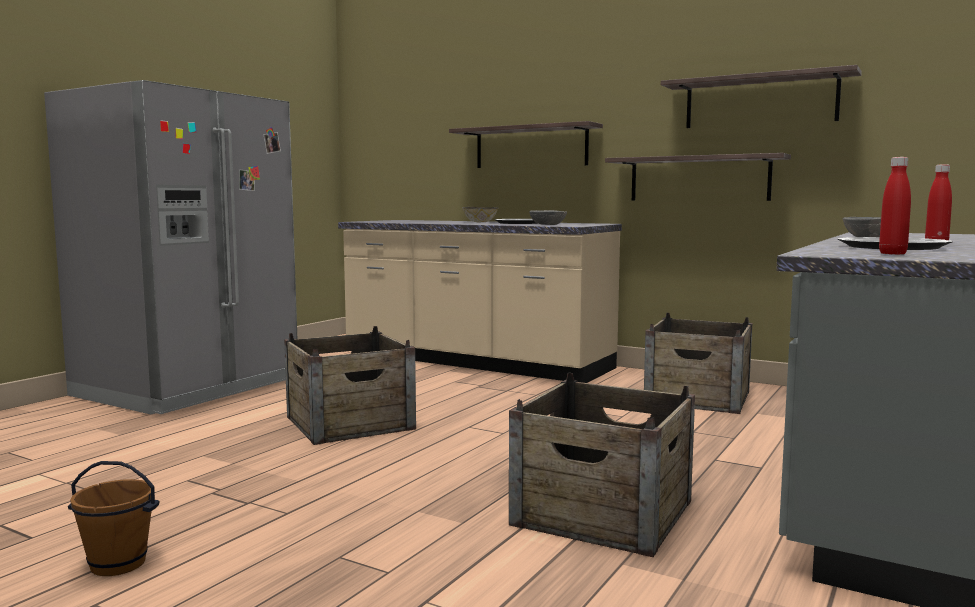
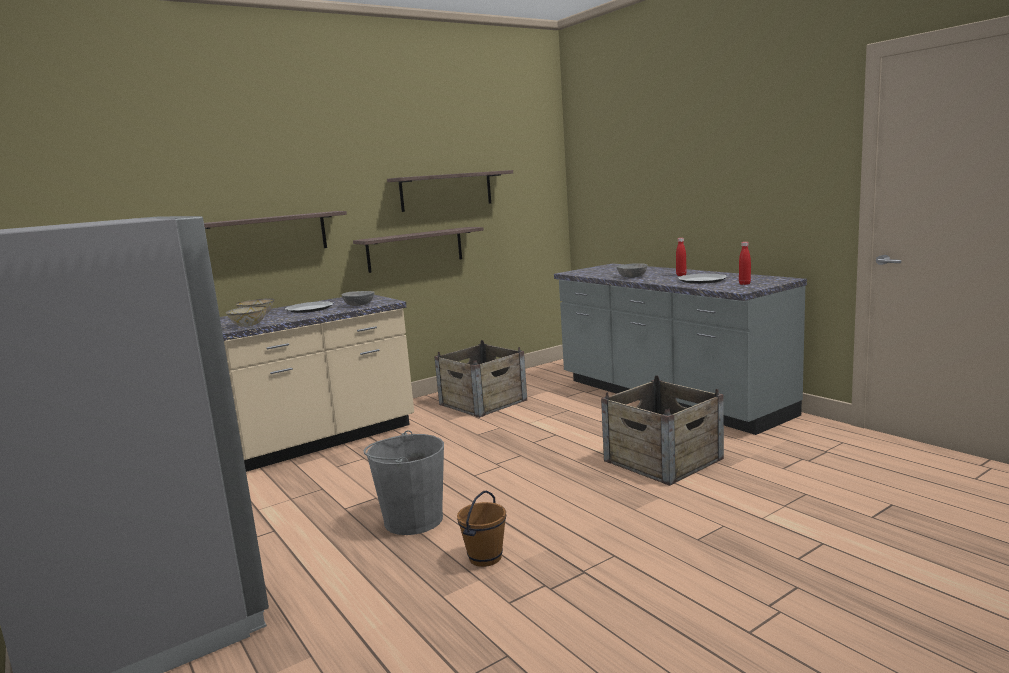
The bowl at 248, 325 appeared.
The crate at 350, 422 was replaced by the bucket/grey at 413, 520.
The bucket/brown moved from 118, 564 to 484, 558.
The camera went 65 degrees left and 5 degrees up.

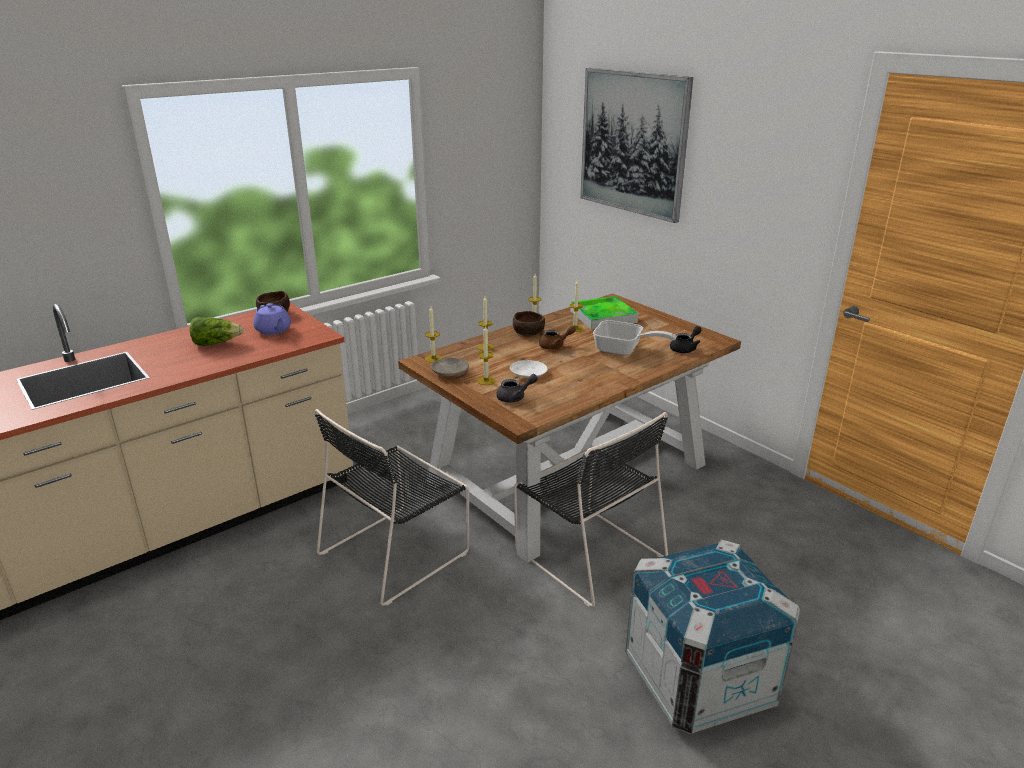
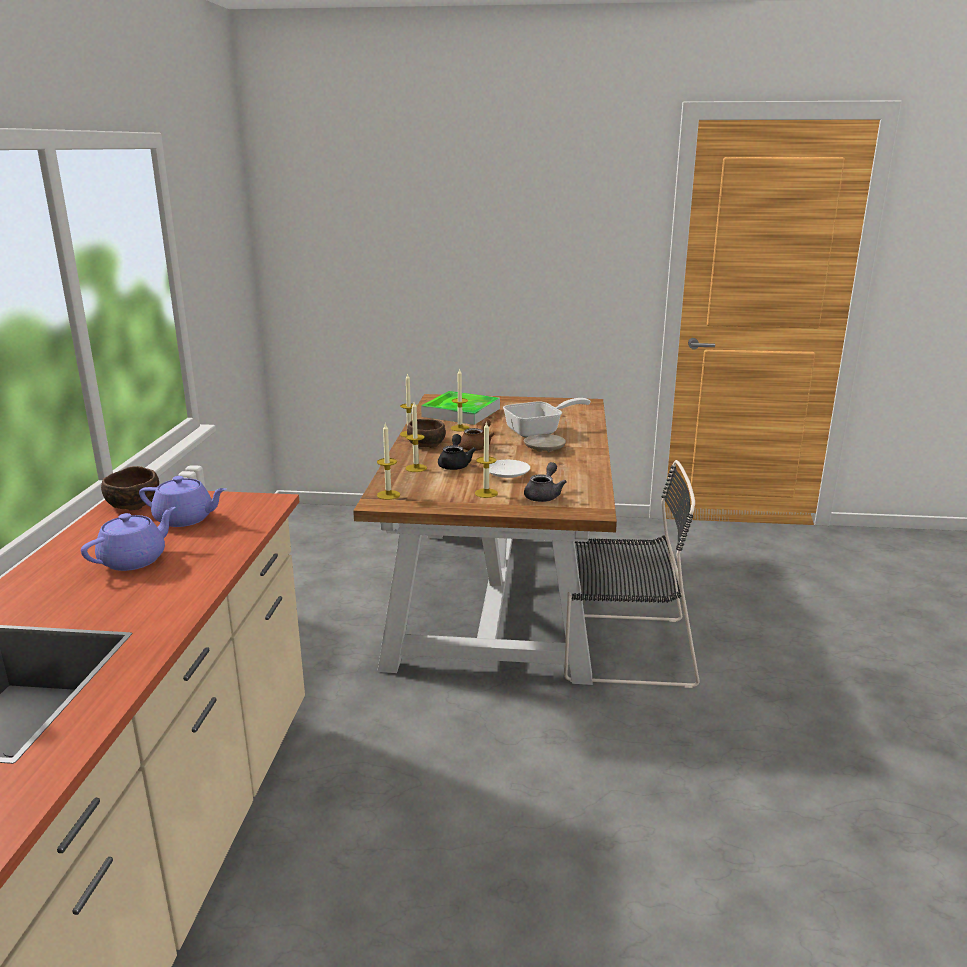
The lettuce at 216, 343 was replaced by the teapot/purple at 134, 560.
The teapot/black moved from 685, 349 to 455, 464.
The plate/beige moved from 450, 372 to 544, 449.
The chair/black at 397, 551 disappeared.
The picture at 633, 143 disappeared.
The crate at 699, 680 disappeared.
The camera went 45 degrees left and 5 degrees down.

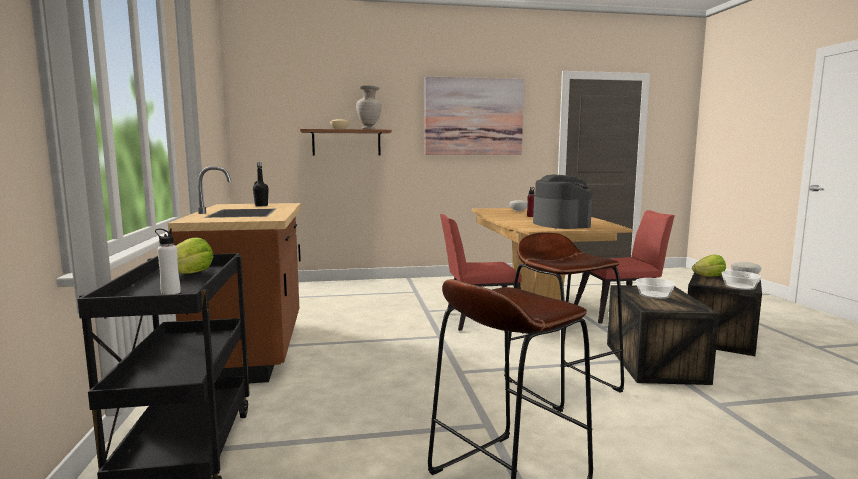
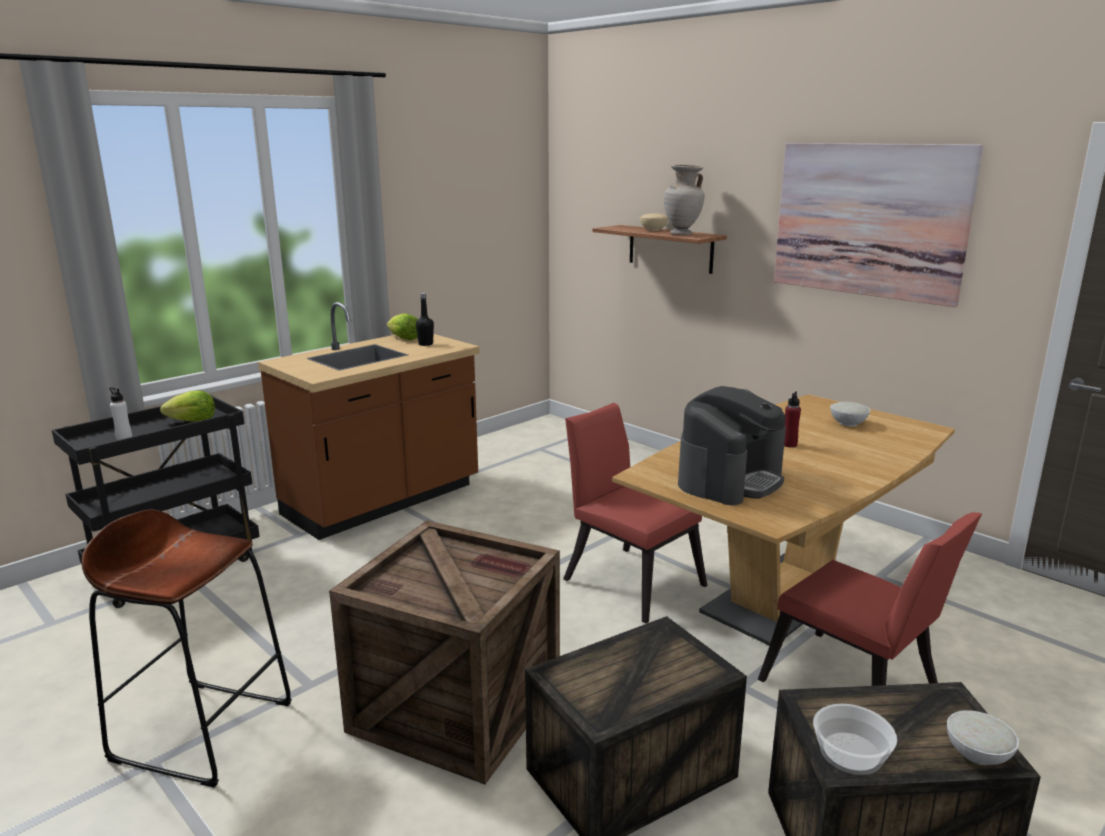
The stool/brown at 562, 385 was replaced by the crate at 460, 706.
The lettuce moved from 708, 276 to 404, 339.
The bowl at 654, 295 disappeared.
The camera went 55 degrees right and 10 degrees up.

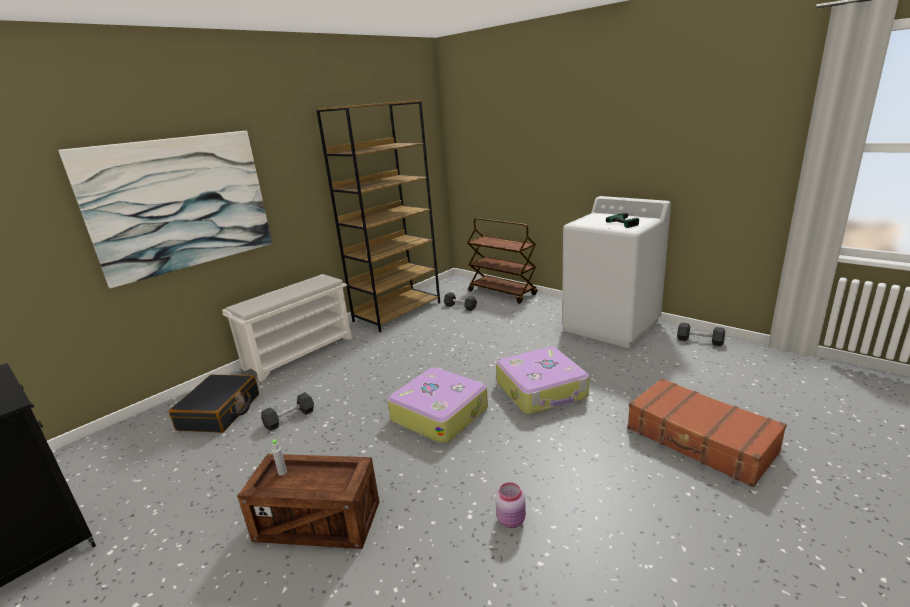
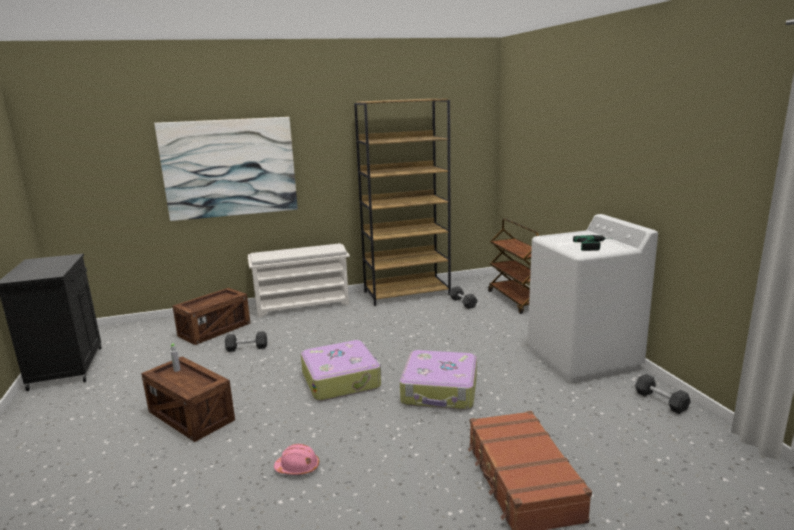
The suitcase/black at 220, 412 was replaced by the crate at 215, 330.
The jar/pink at 512, 520 was replaced by the hard hat/pink at 297, 468.
The camera went 30 degrees right and 5 degrees down.

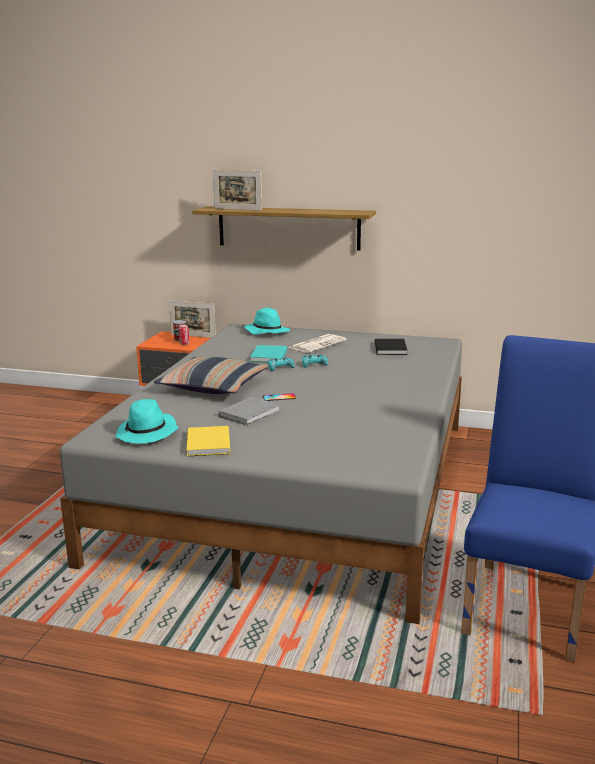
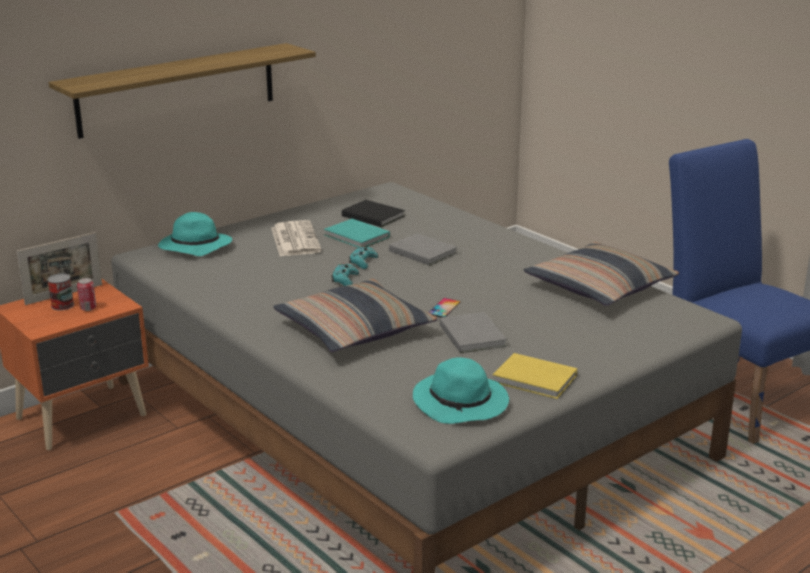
The book/turquoise moved from 268, 356 to 357, 237.
The book/grey at 422, 251 appeared.
The pillow at 599, 288 appeared.
The picture frame at 237, 209 disappeared.
The camera went 55 degrees left and 5 degrees up.

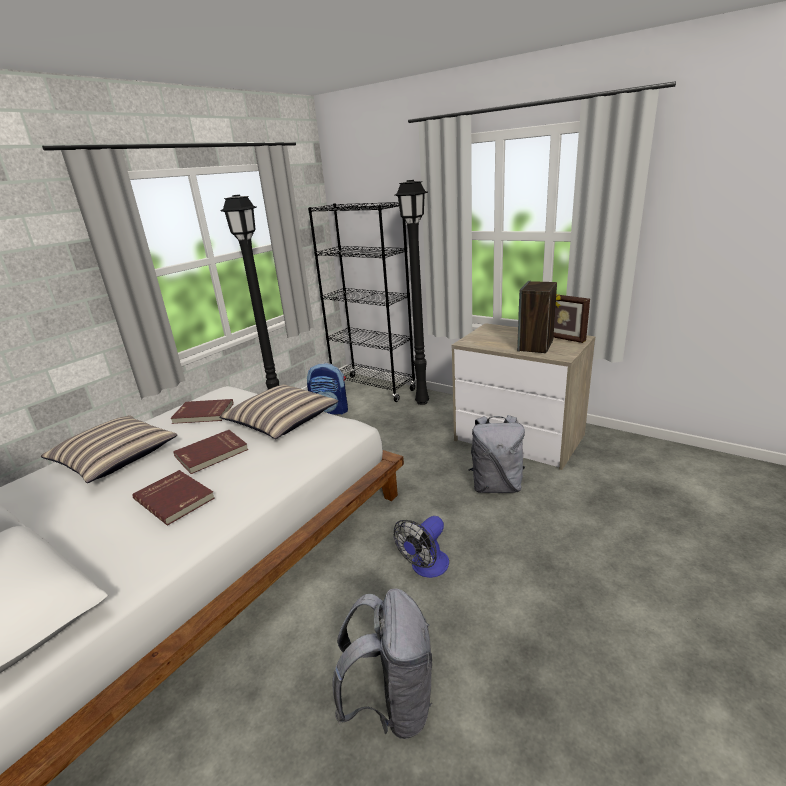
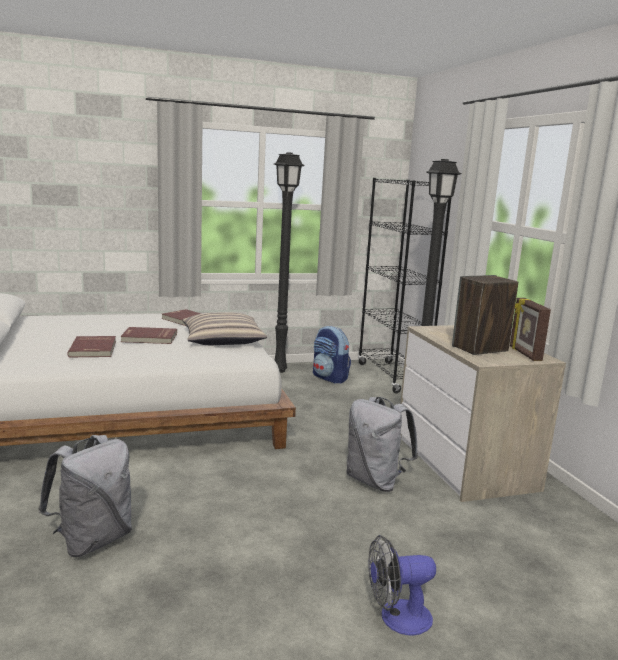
The fan moved from 426, 568 to 397, 618.
The pillow at 115, 457 disappeared.
The camera went 35 degrees right and 10 degrees down.

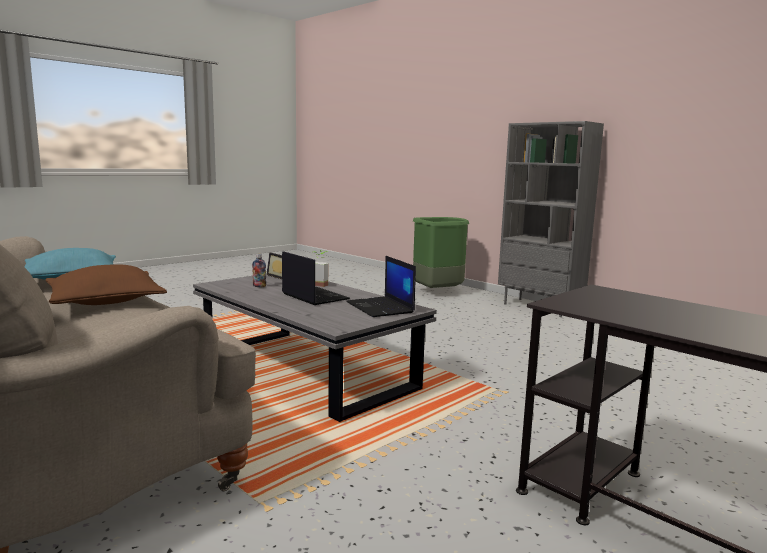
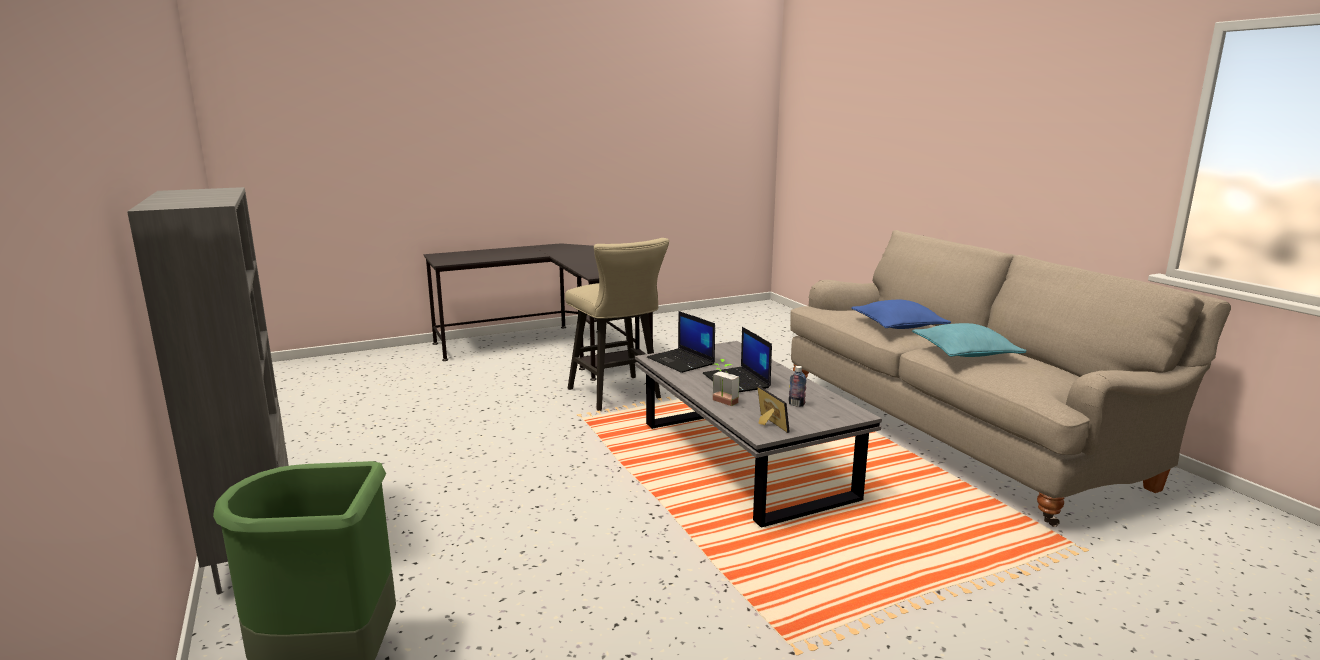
The stool/beige at 618, 395 appeared.
The laptop at 381, 307 turned 150 degrees clockwise.
The pillow/brown at 105, 301 became the pillow/blue at 898, 325.
The camera went 160 degrees left and 5 degrees up.

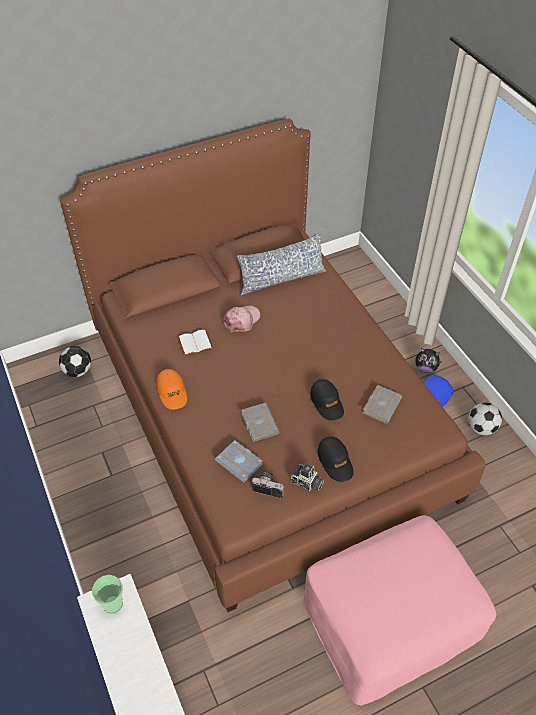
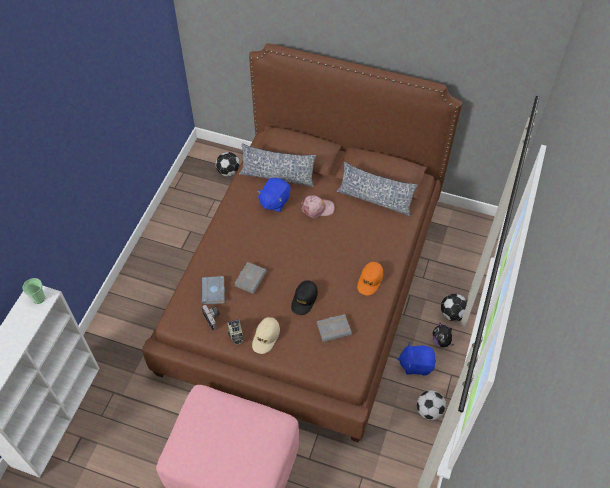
The pillow at 277, 176 appeared.
The cap/black at 335, 461 became the cap/beige at 266, 337.
The book/white at 195, 342 was replaced by the plush toy/blue at 274, 201.
The cap/orange moved from 172, 392 to 370, 280.
The football at 453, 314 appeared.
The camera went 45 degrees right and 5 degrees up.

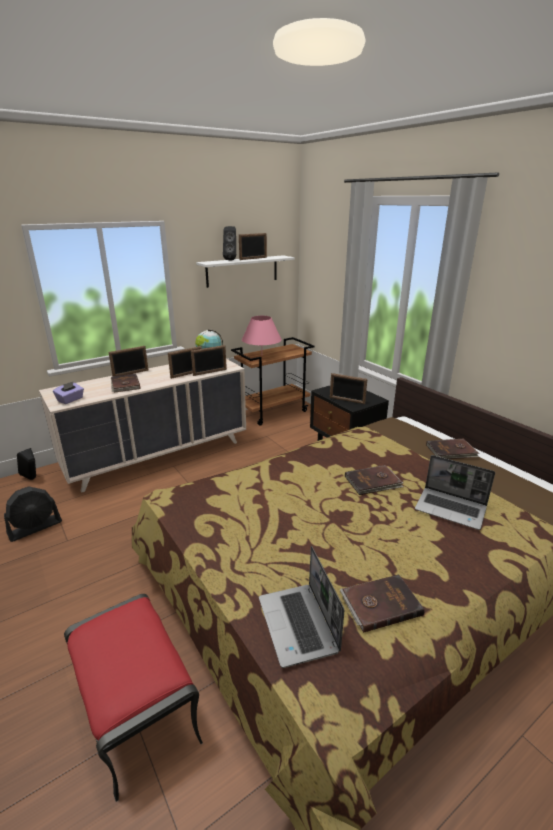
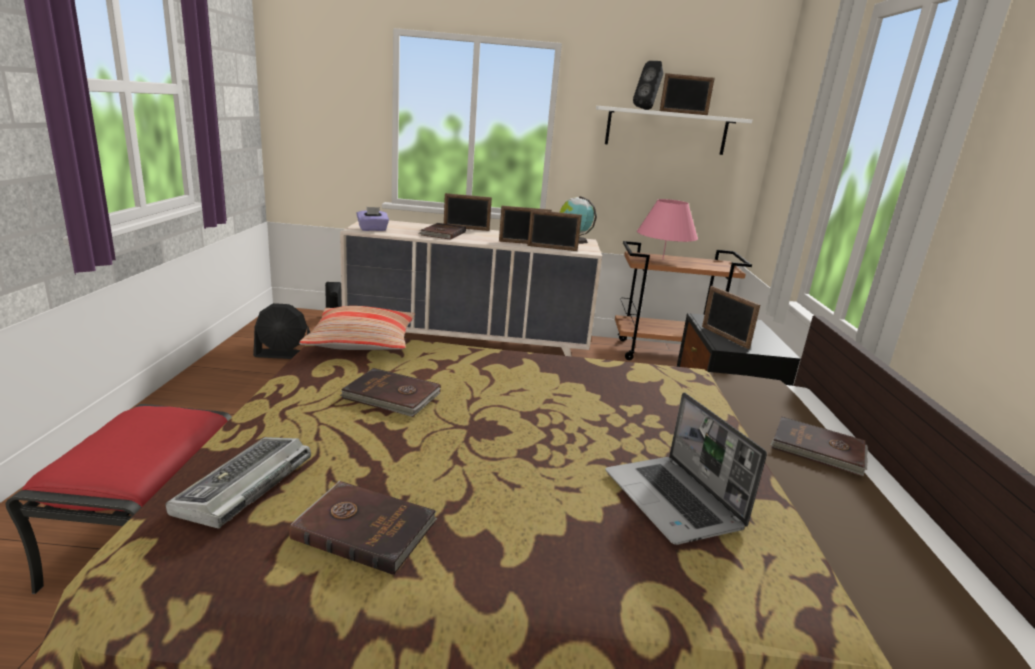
The laptop at 299, 625 was replaced by the keyboard at 243, 488.
The pillow at 362, 341 appeared.
The book/brown moved from 373, 482 to 392, 396.
The camera went 35 degrees right and 5 degrees down.

